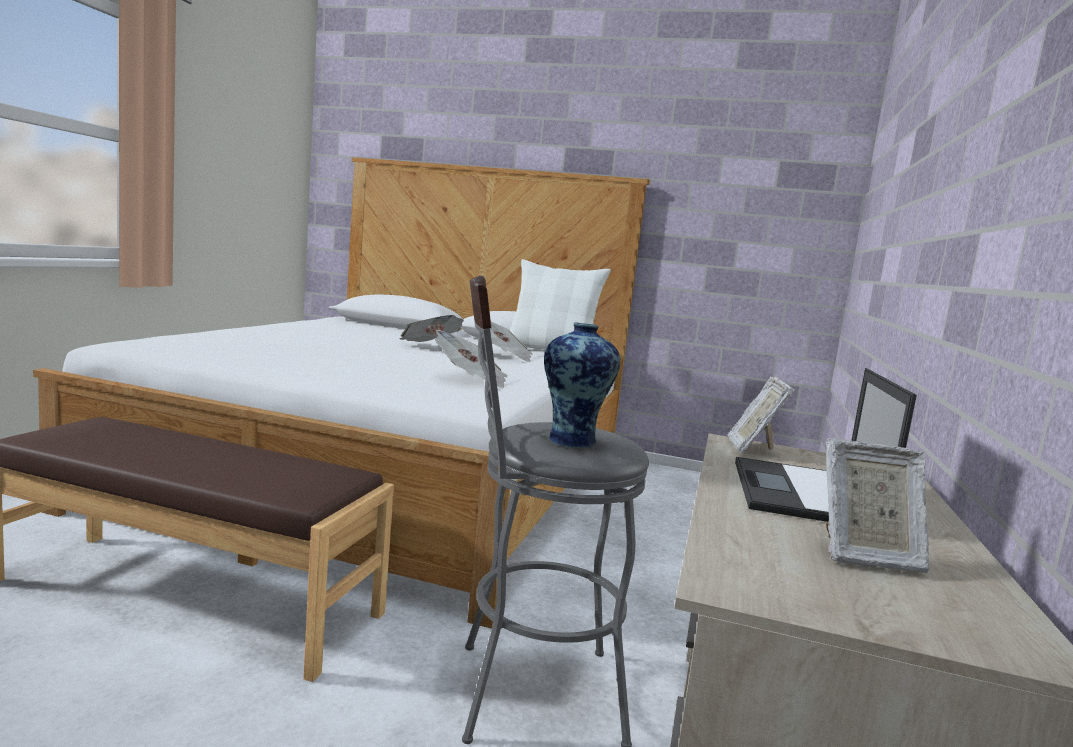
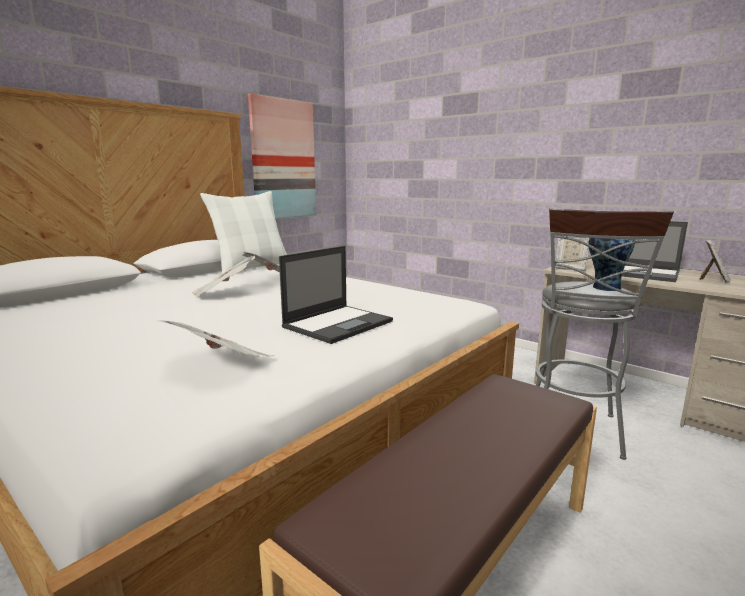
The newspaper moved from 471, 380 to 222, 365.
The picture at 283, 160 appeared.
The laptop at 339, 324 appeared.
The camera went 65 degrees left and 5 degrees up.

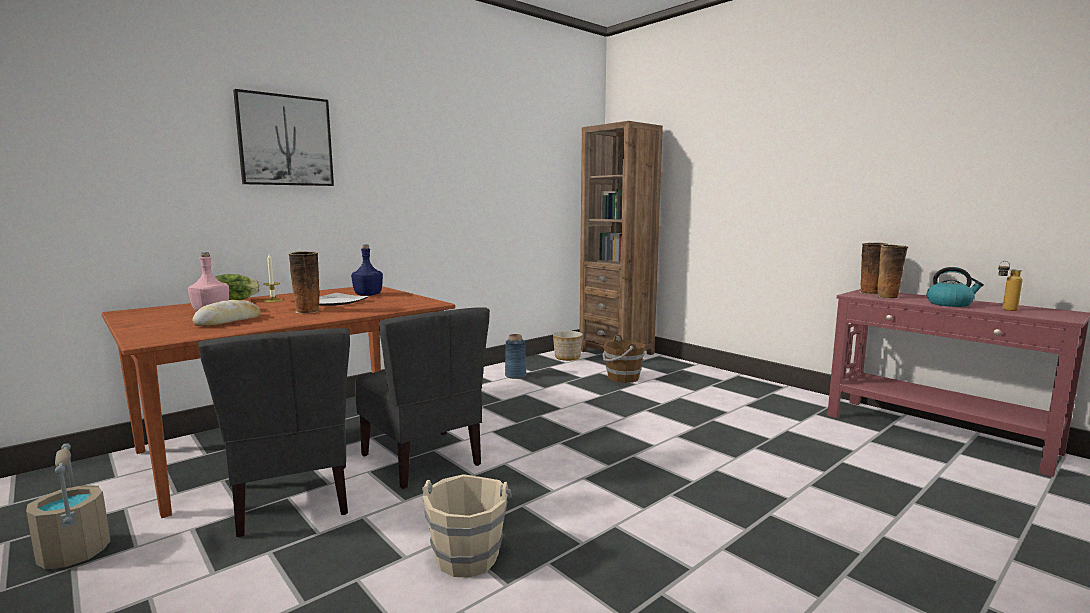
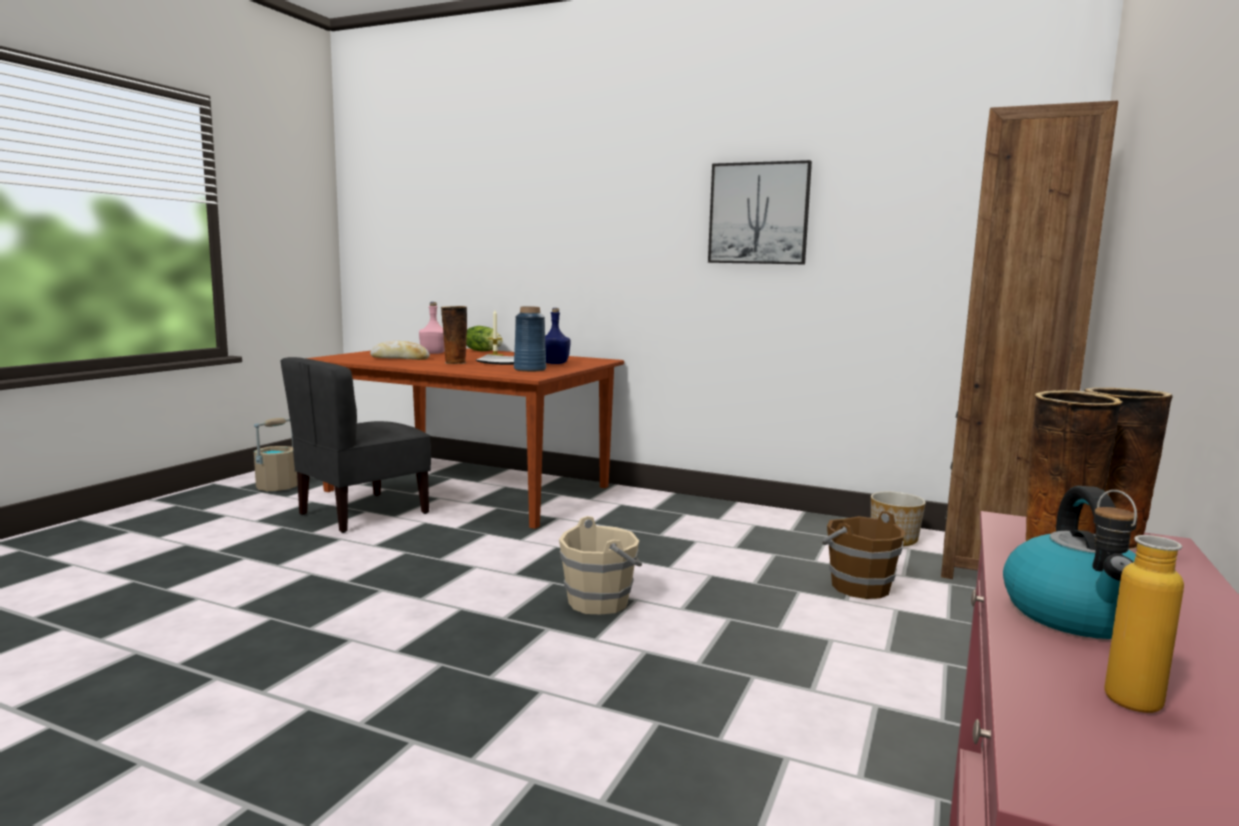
The vase/blue moved from 515, 375 to 530, 369.
The bucket/beige moved from 467, 556 to 600, 601.
The picture moved from 285, 140 to 759, 213.
The chair/grey at 423, 460 disappeared.
The camera went 65 degrees right and 0 degrees up.

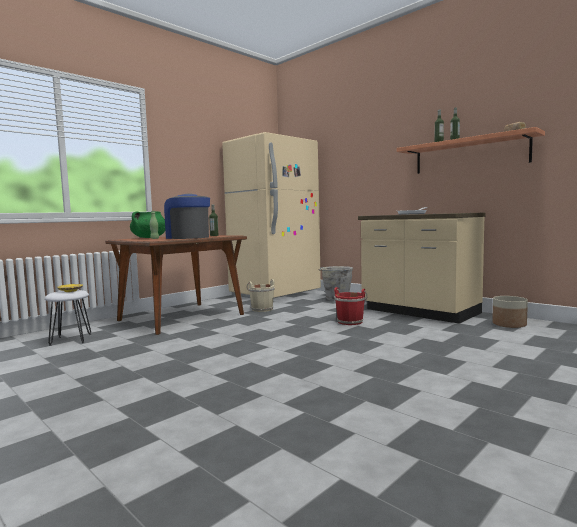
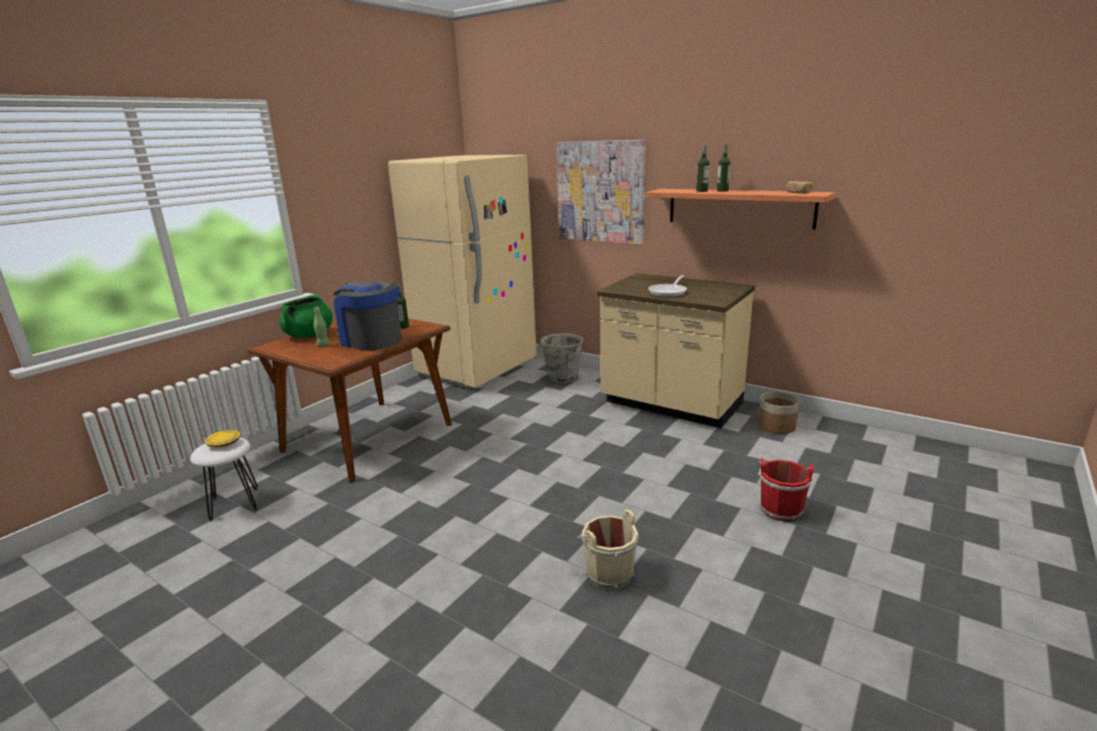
The picture at 601, 192 appeared.
The bucket/beige moved from 261, 309 to 607, 572.
The bucket/red moved from 350, 321 to 780, 508.
The camera went 10 degrees left and 15 degrees up.

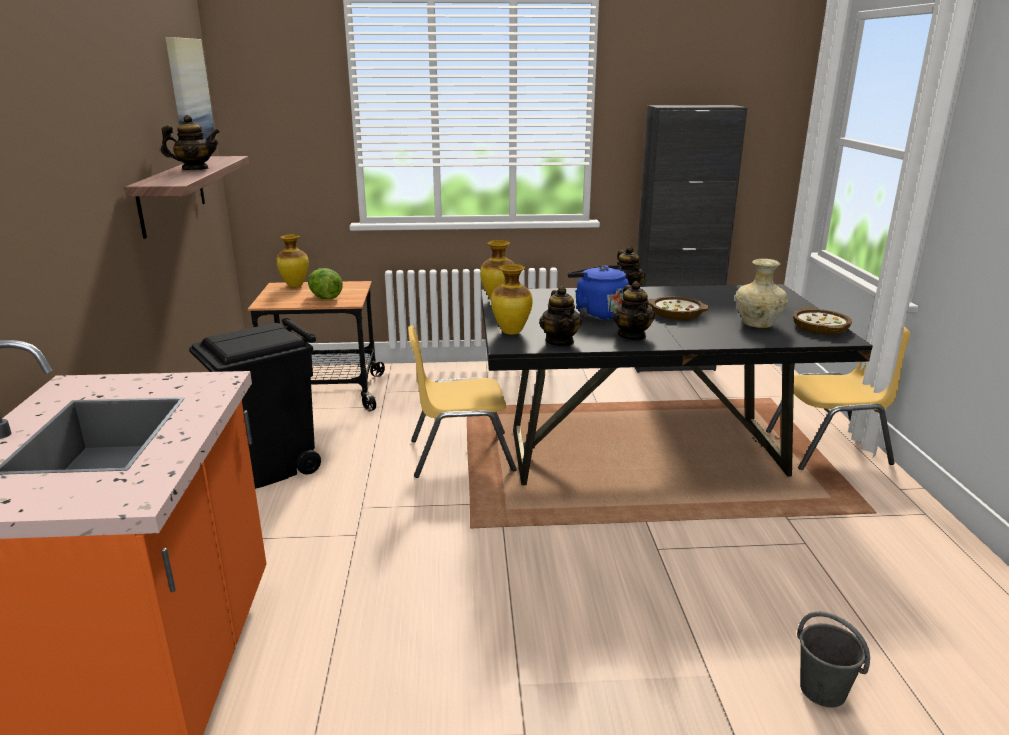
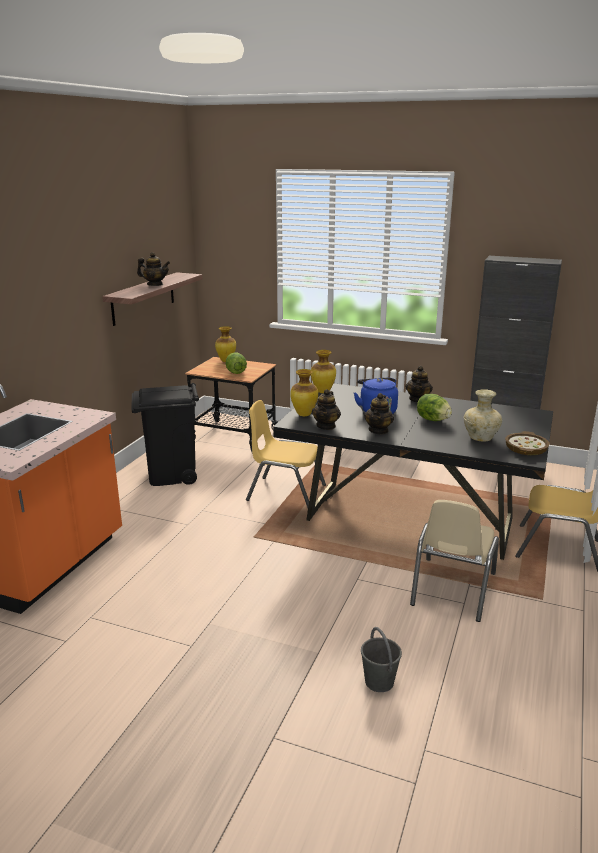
The chair/beige at 452, 589 appeared.
The bowl at 676, 313 was replaced by the lettuce at 433, 420.
The picture at 188, 91 disappeared.
The camera went 25 degrees right and 0 degrees up.

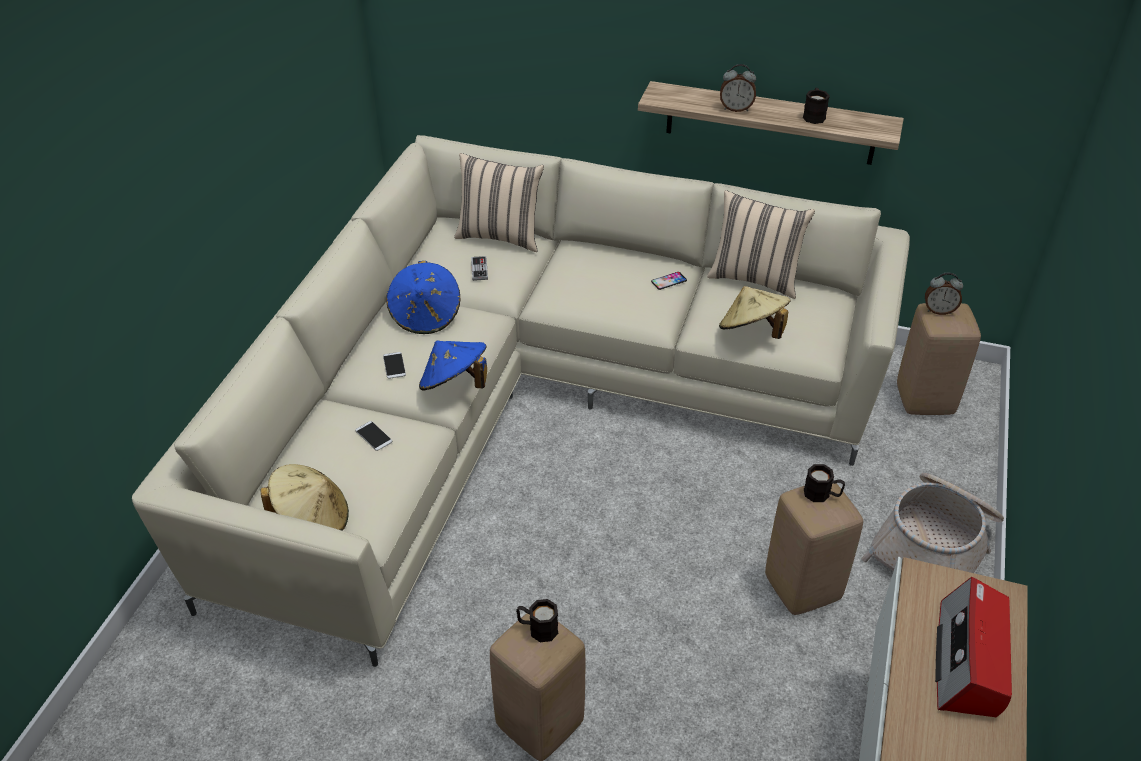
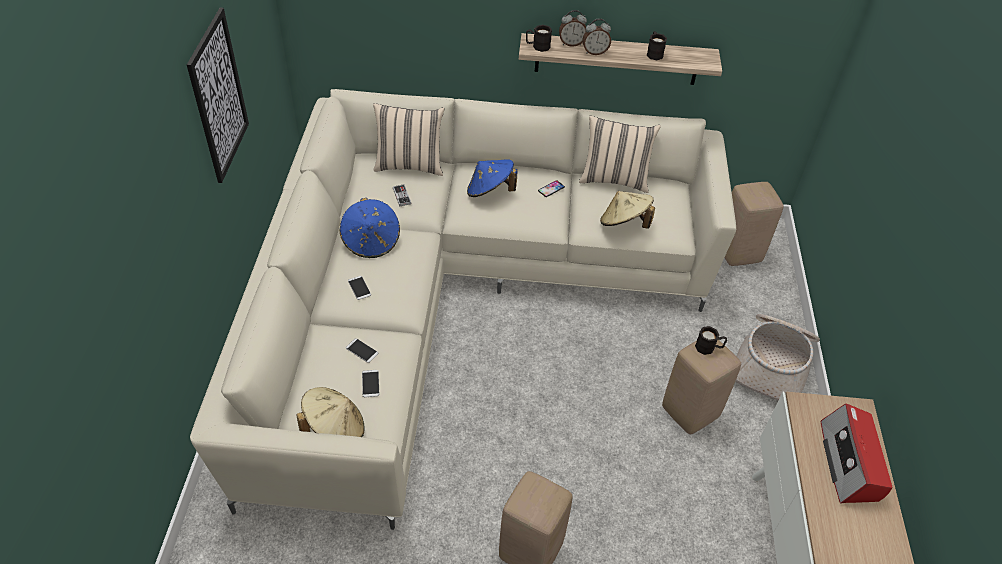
The picture at 218, 97 appeared.
The phone at 370, 383 appeared.
The hat/blue moved from 454, 384 to 490, 191.
The mug/black moved from 537, 628 to 537, 46.
The alarm clock moved from 939, 310 to 571, 43.
The camera went 15 degrees left and 5 degrees up.

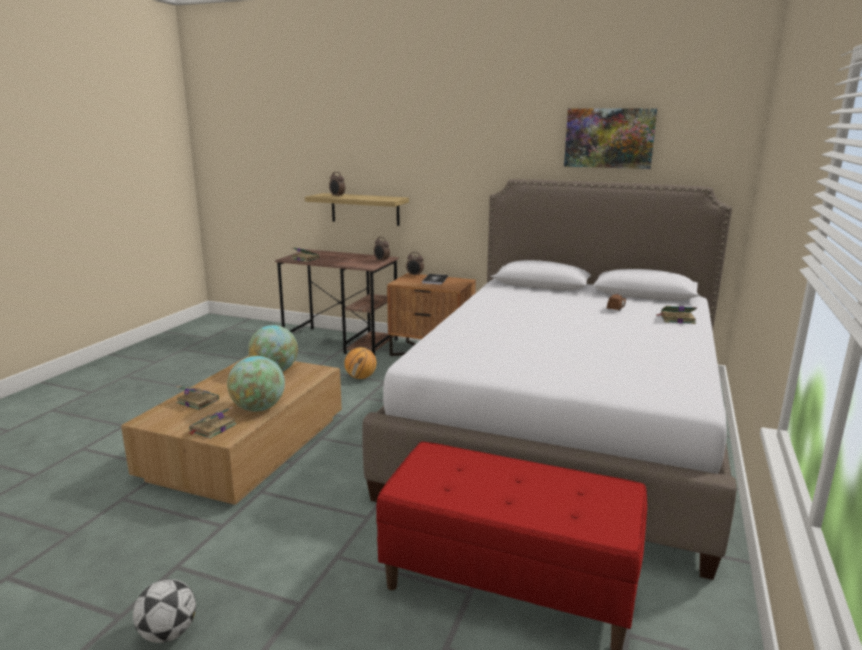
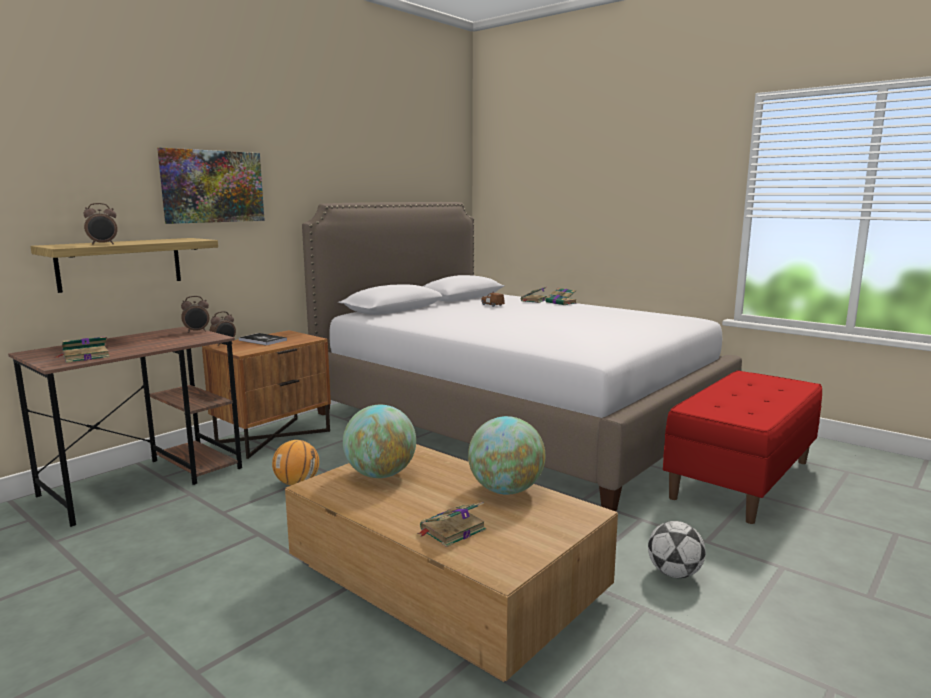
The picture moved from 609, 138 to 213, 186.
The book moved from 212, 428 to 561, 303.
The football moved from 168, 633 to 674, 573.
The camera went 70 degrees left and 5 degrees down.

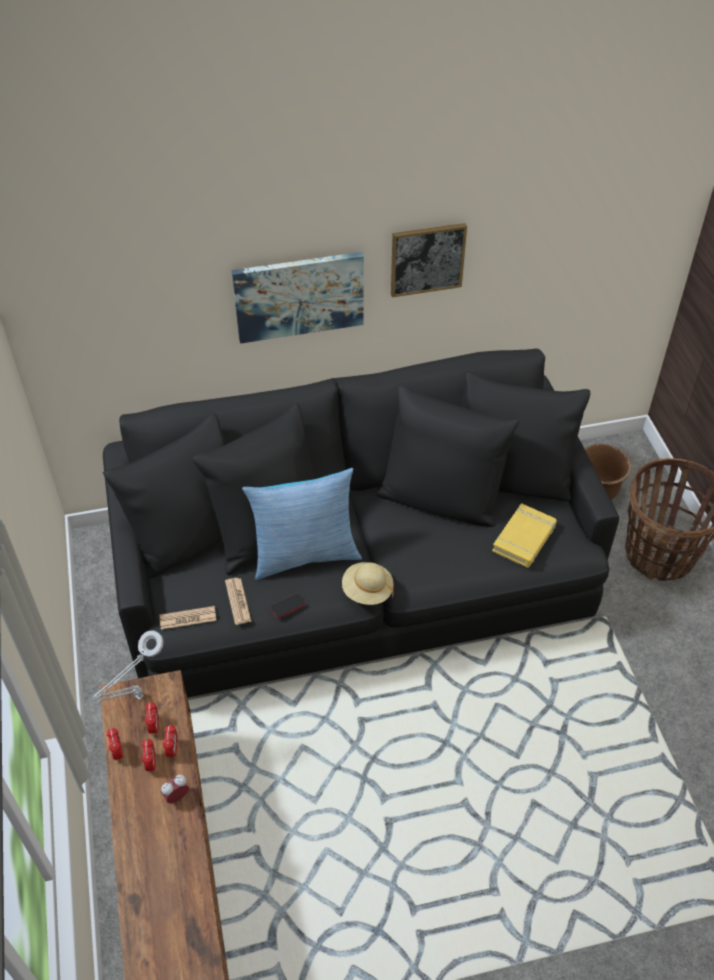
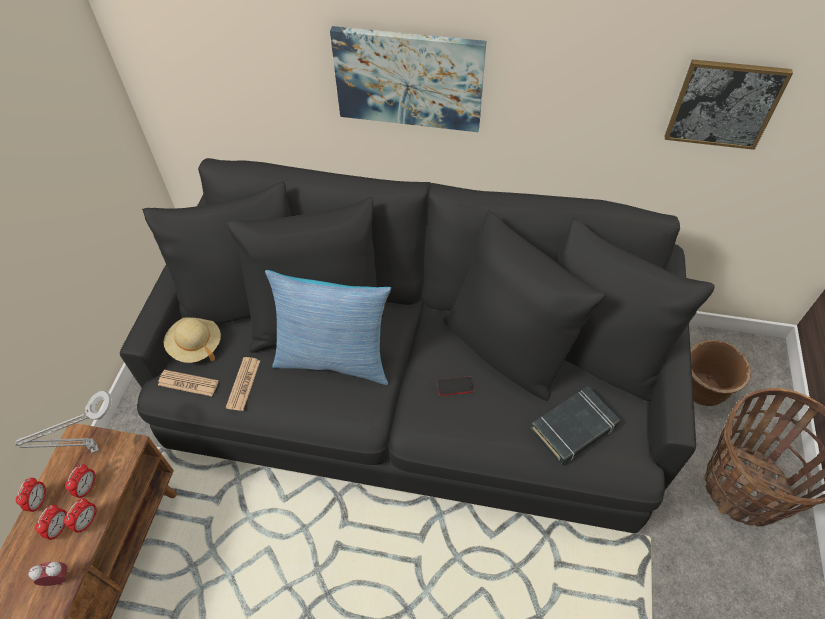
The hat/beige moved from 367, 591 to 196, 346.
The phone moved from 288, 606 to 455, 386.
The book/yellow at 524, 539 became the book/black at 574, 428.
The picture moved from 427, 259 to 724, 104.
The camera went 25 degrees right and 5 degrees up.

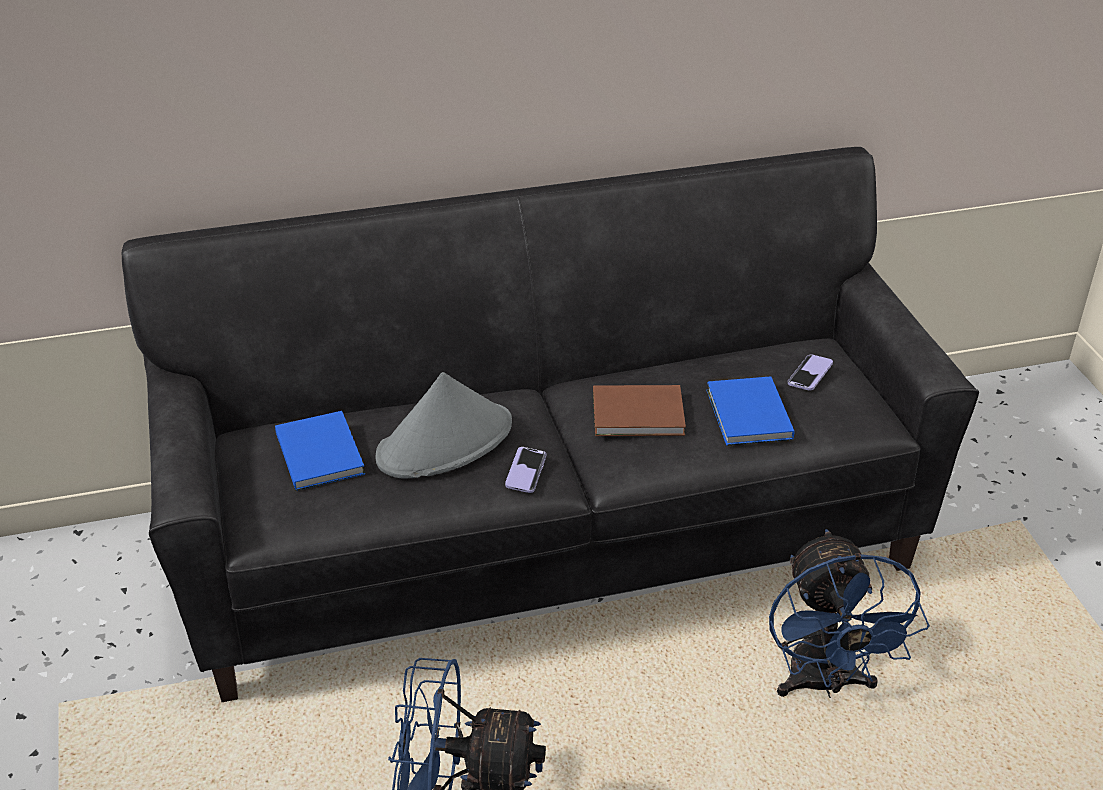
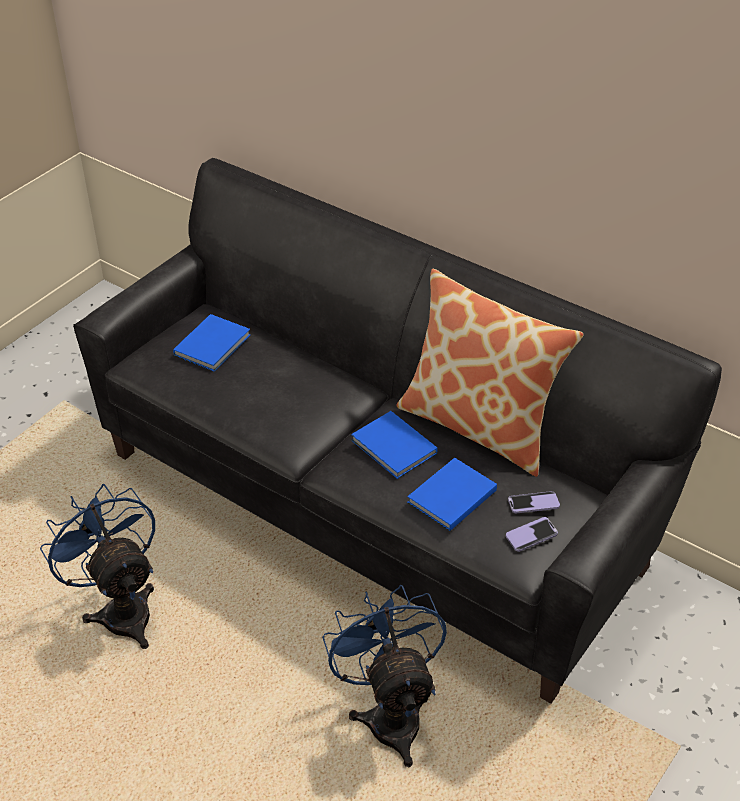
The fan/blue at 824, 684 turned 120 degrees clockwise.
The book/brown at 640, 415 became the book/blue at 394, 449.
The pillow at 479, 425 appeared.
The phone moved from 526, 471 to 531, 535.
The hat/grey at 445, 442 disappeared.
The camera went 50 degrees right and 5 degrees up.

